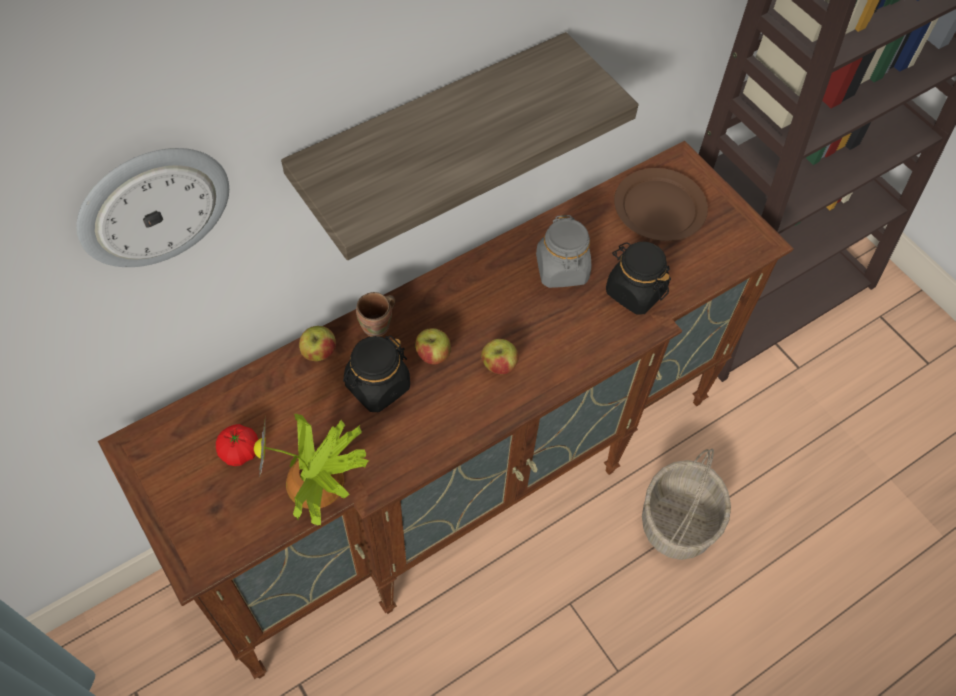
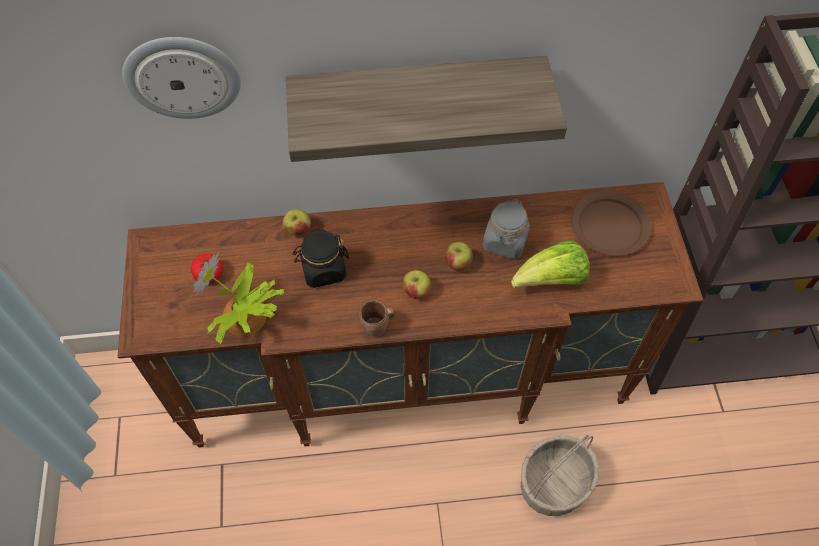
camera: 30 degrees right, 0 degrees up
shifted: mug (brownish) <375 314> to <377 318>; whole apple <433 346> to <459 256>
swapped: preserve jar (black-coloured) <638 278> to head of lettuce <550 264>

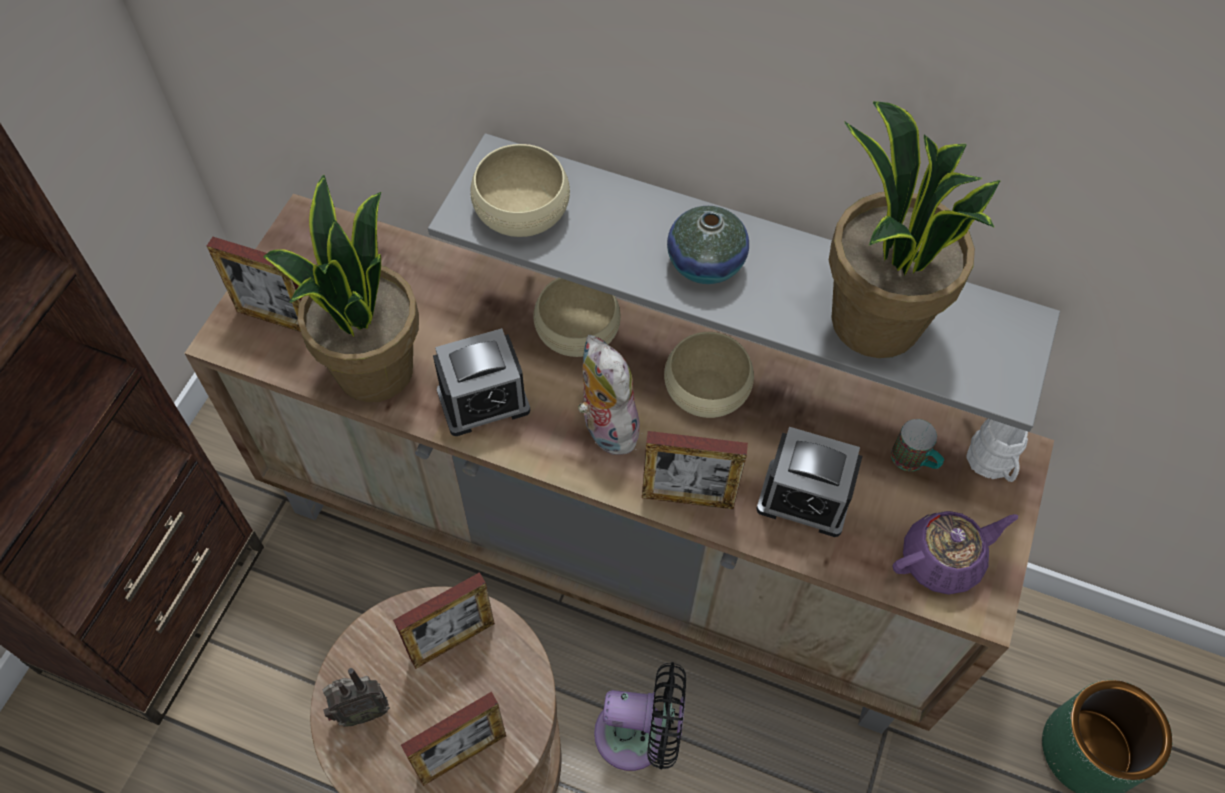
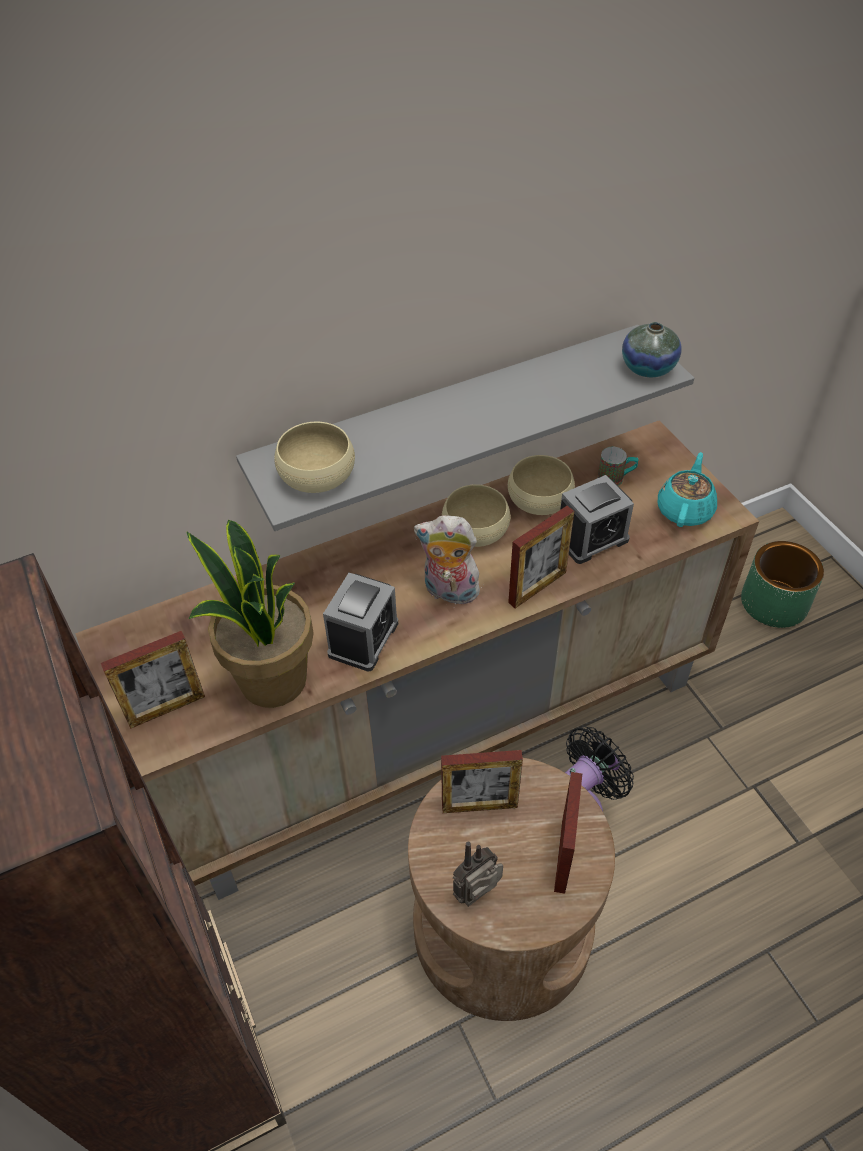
camera: 45 degrees left, 10 degrees down
gone: potted plant <915 229>; mug (white) <997 450>
shifted: bowl (sand-coloured) <577 317> to <541 485>; decorative vase <708 245> to <652 349>
repainted: teapot (purple-coloured) <955 553> to teapot (blue-green) <687 489>
rotated: radio receiver <356 697> = <478 874> 150 degrees counterclockwise; standing frame <444 620> = <482 781> 75 degrees clockwise

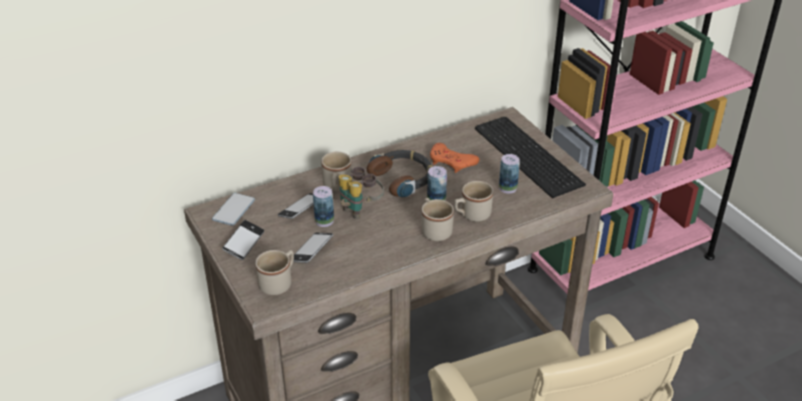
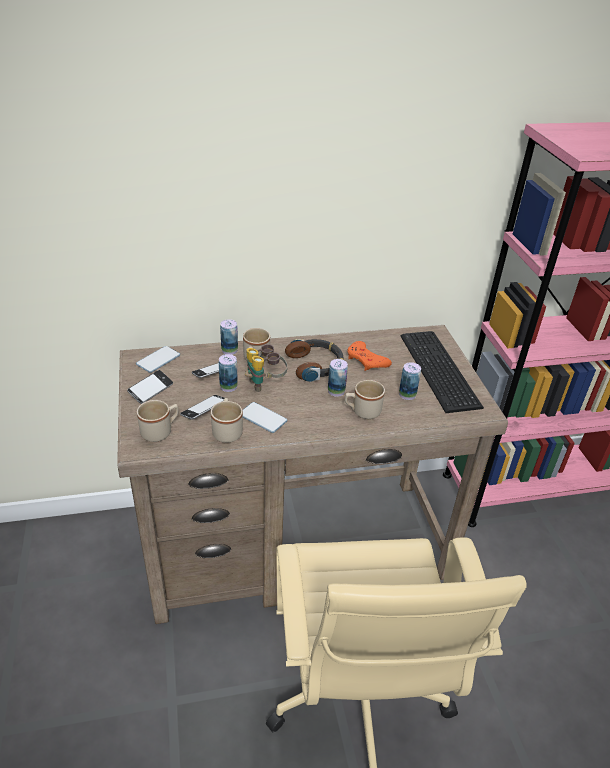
camera: 15 degrees right, 0 degrees up
new: can <229 337>; telephone <264 417>
shifted: mug (sand-coloured) <437 220> to <227 420>

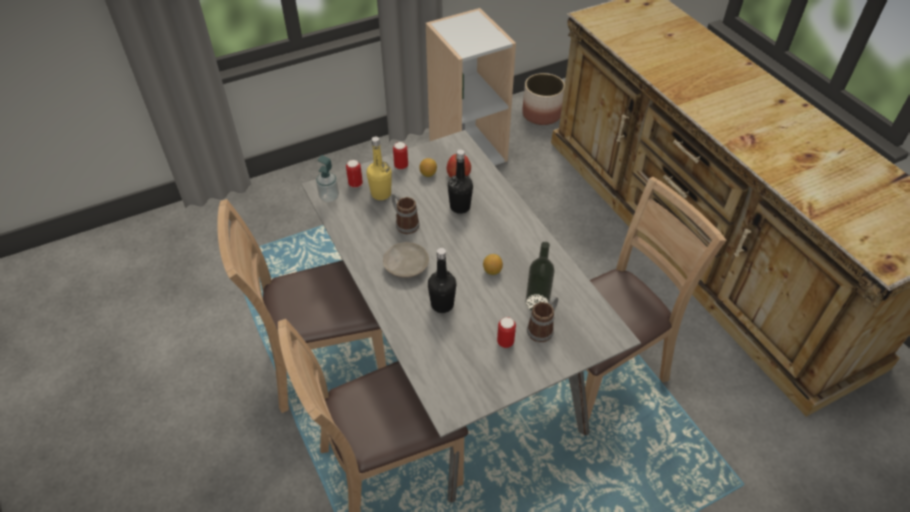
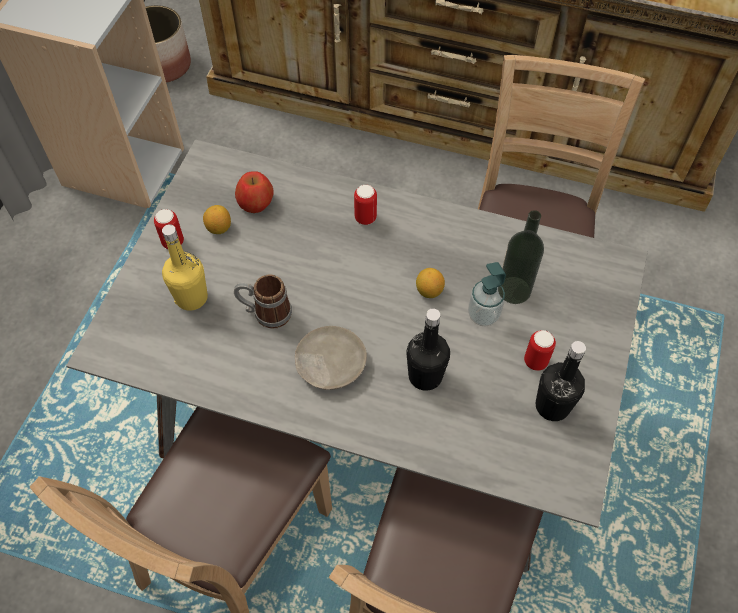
camera: 45 degrees left, 10 degrees up
gone: mug <542 319>
shifted: soap dispenser <327 179> to <487 294>; can <354 174> to <365 205>; drink bottle (black-coloured) <460 182> to <561 381>

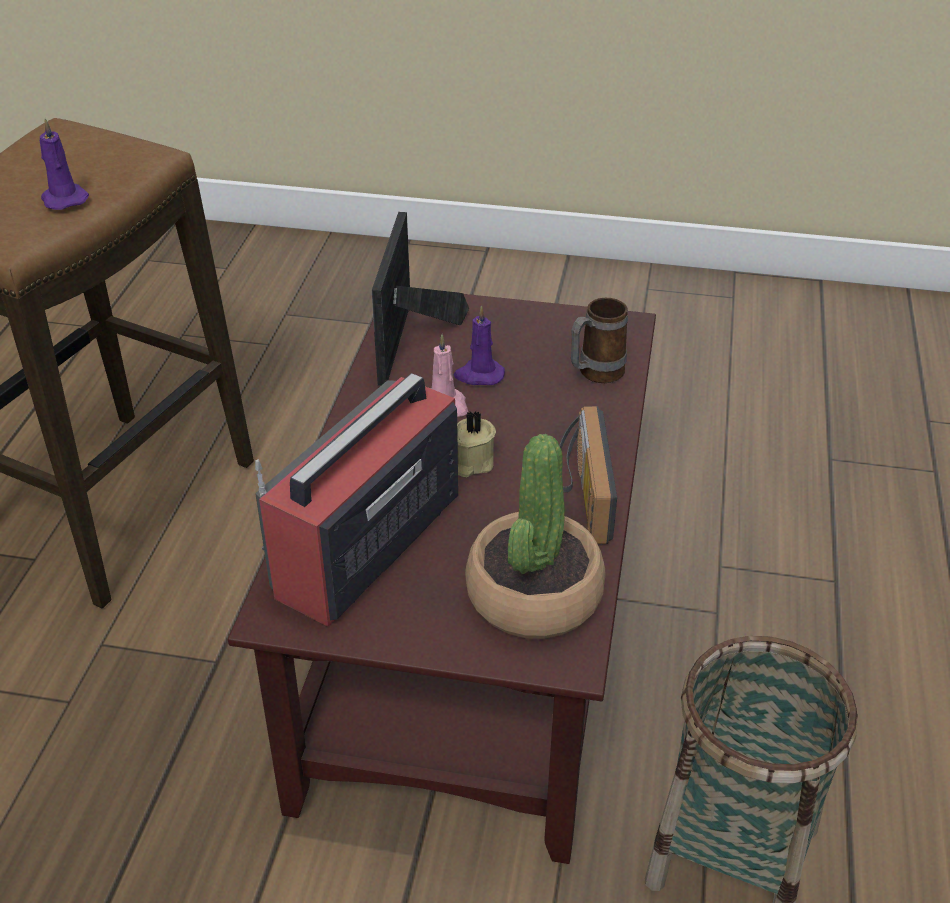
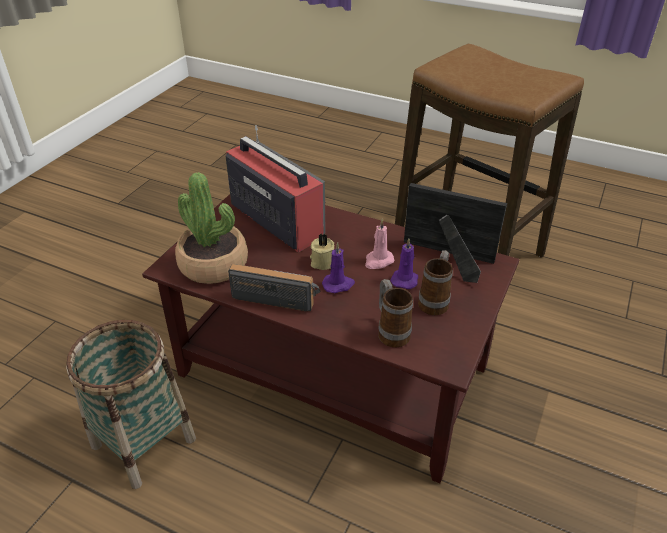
camera: 105 degrees right, 0 degrees up
new: mug <435 282>
shifted: wax light (purple-coloured) <64 164> to <338 267>

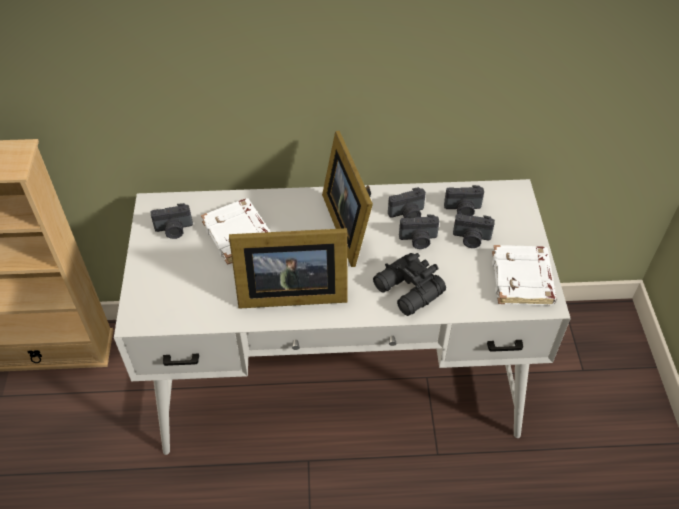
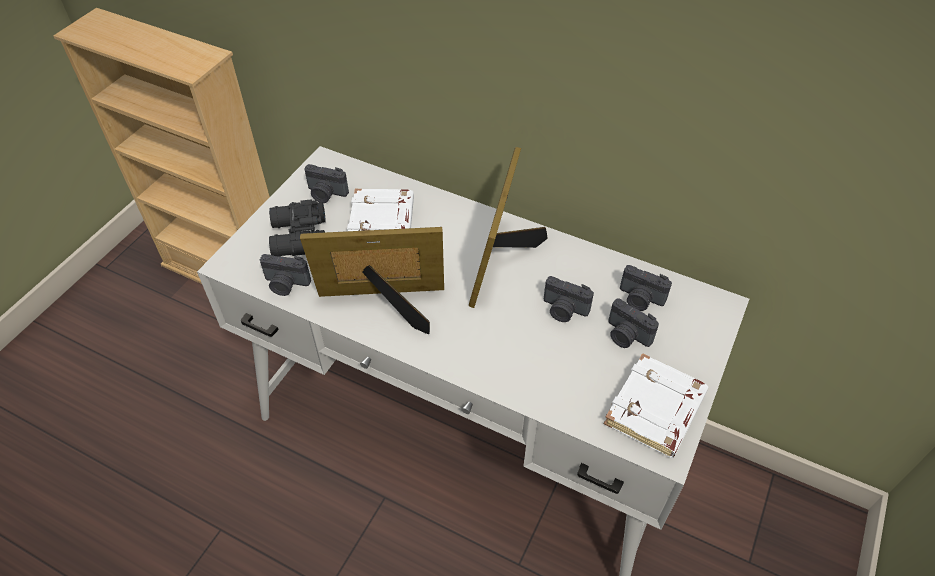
camera: 30 degrees right, 0 degrees up
shifted: pair of binoculars (black-coloured) <409 284> to <297 228>; photo camera <407 202> to <285 275>
rotated: standing frame <288 268> = <372 280> 150 degrees clockwise

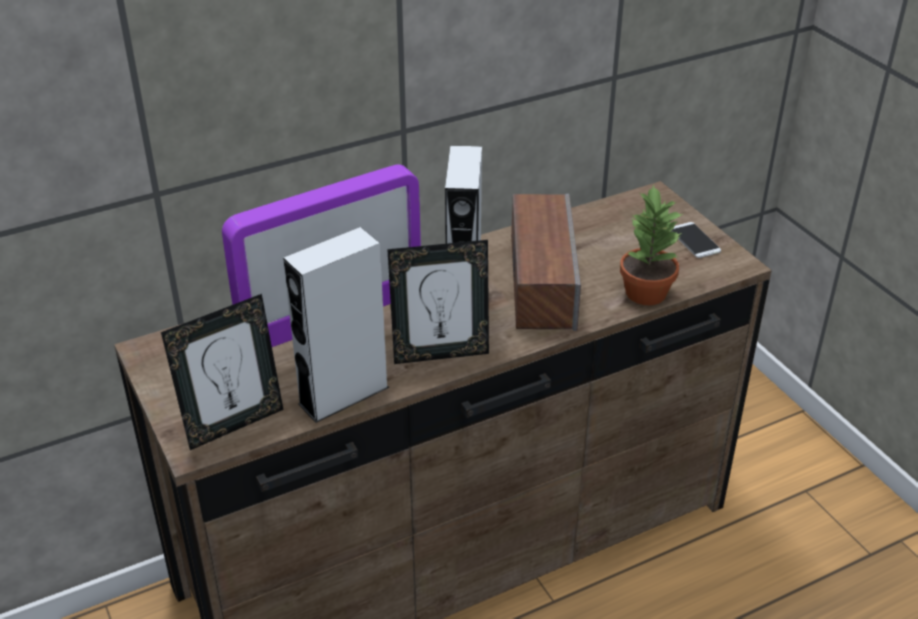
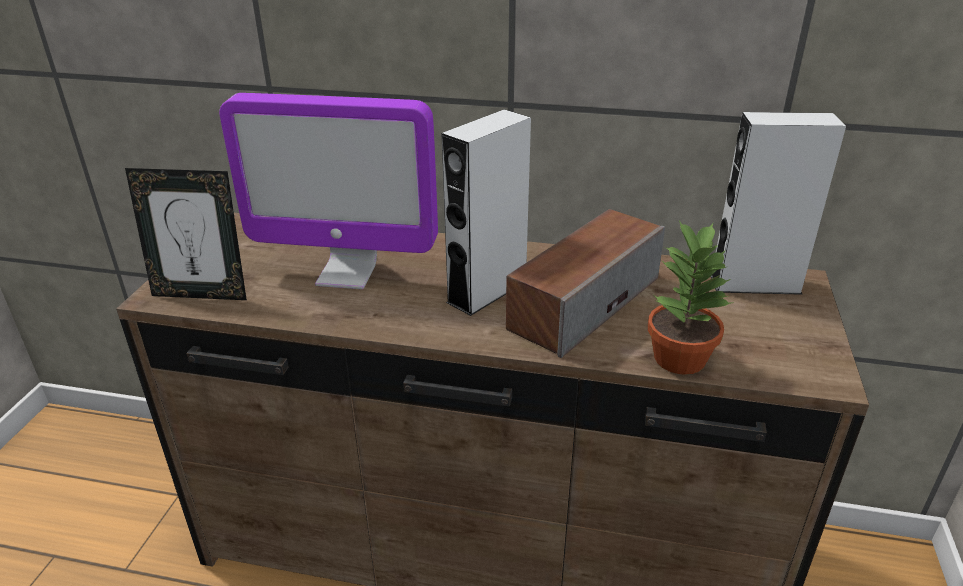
camera: 40 degrees right, 5 degrees down
gone: standing frame <438 302>; telephone <696 240>
shifted: loudspeaker (greyish) <336 325> to <778 203>

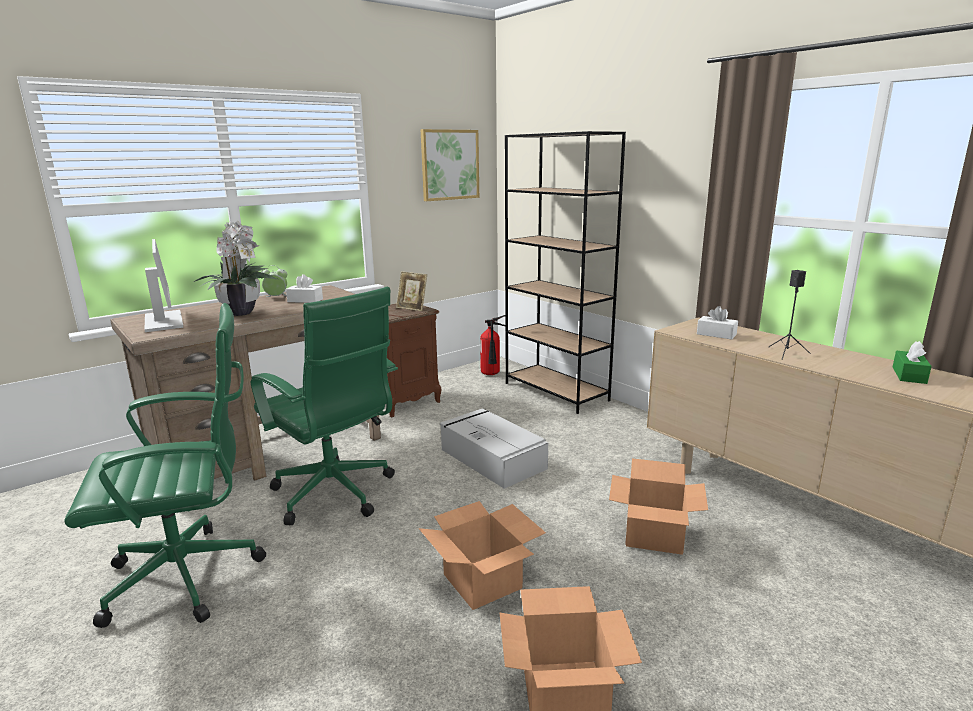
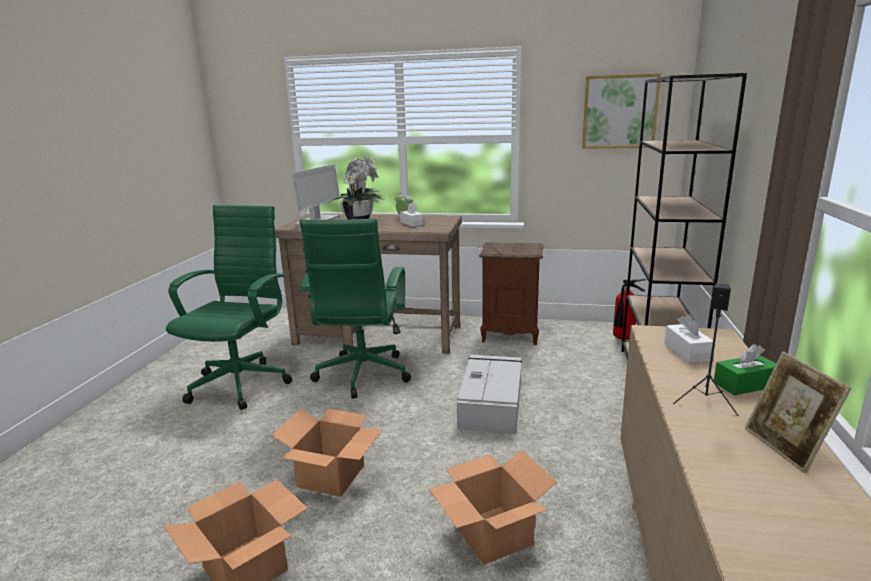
camera: 50 degrees right, 0 degrees up
shifted: standing frame <411 291> to <798 412>; box of tissues (green) <912 362> to <745 369>
rotated: desk chair (green) <165 465> = <229 307> 105 degrees counterclockwise

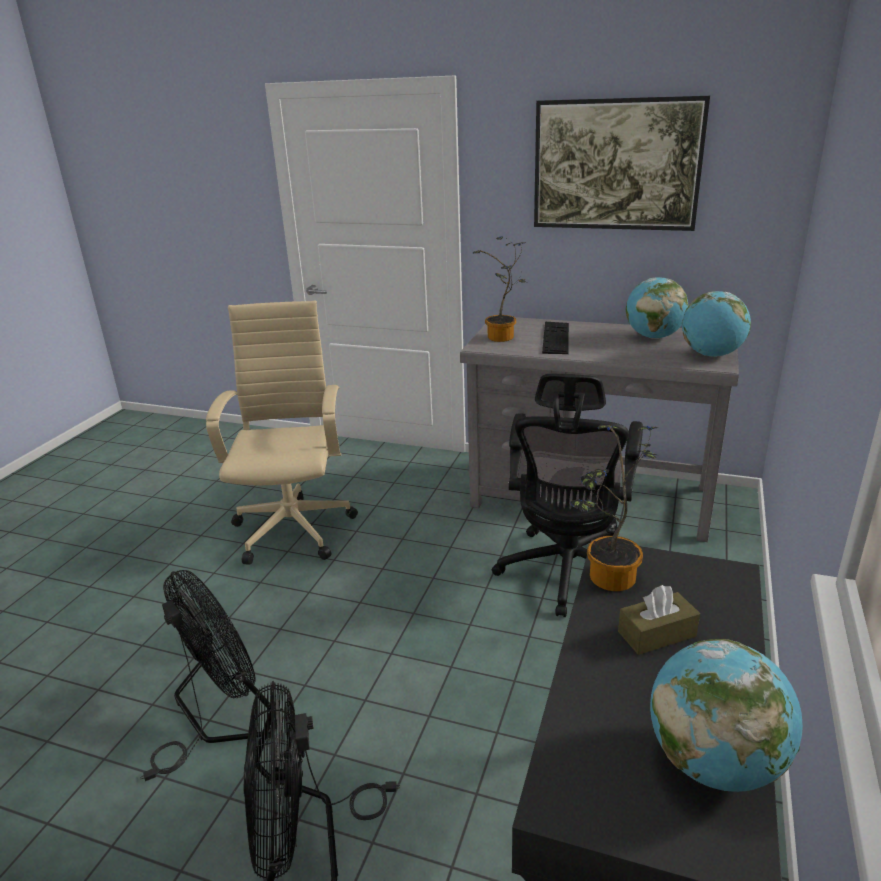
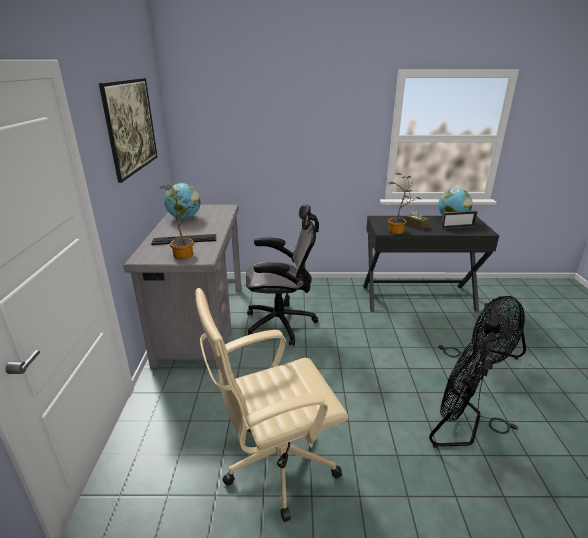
camera: 110 degrees left, 0 degrees up
gone: world globe <716 324>
new: standing frame <459 220>

